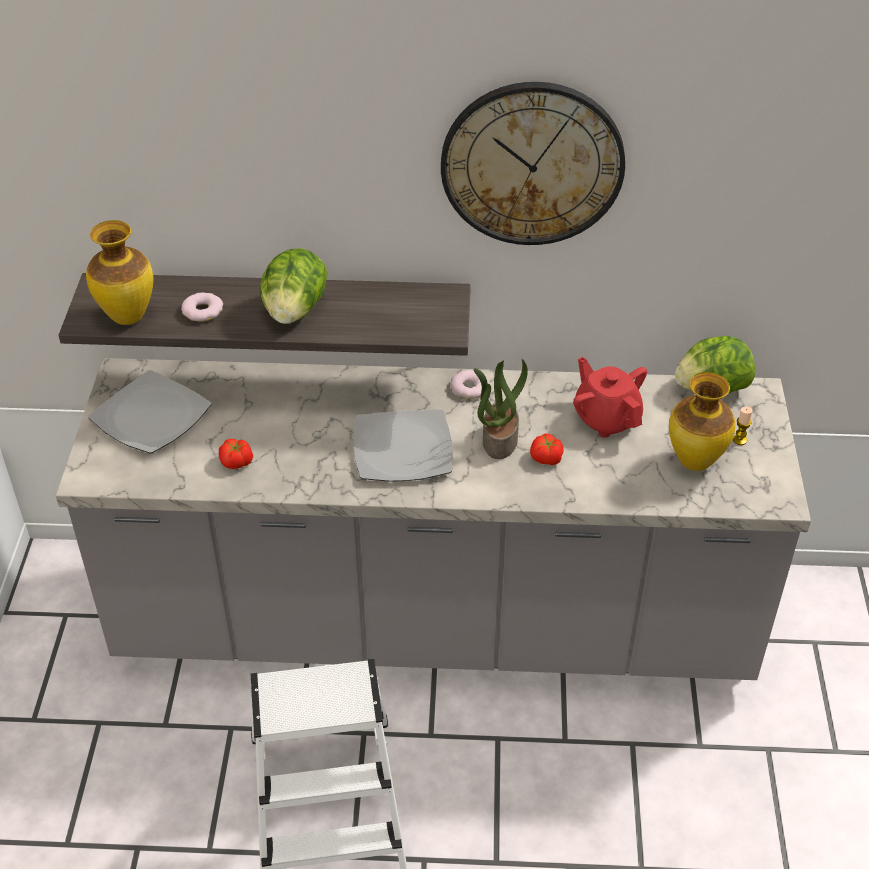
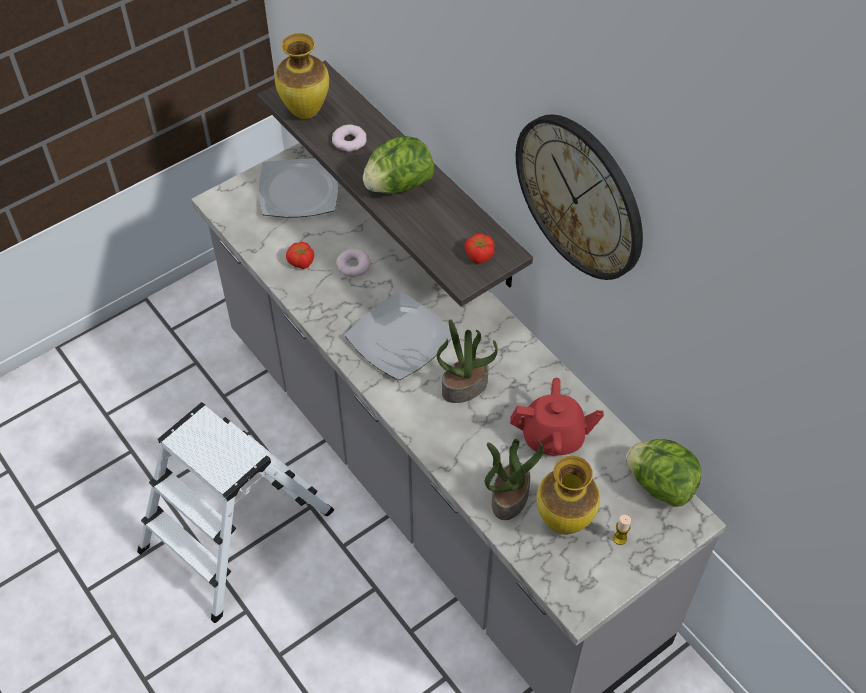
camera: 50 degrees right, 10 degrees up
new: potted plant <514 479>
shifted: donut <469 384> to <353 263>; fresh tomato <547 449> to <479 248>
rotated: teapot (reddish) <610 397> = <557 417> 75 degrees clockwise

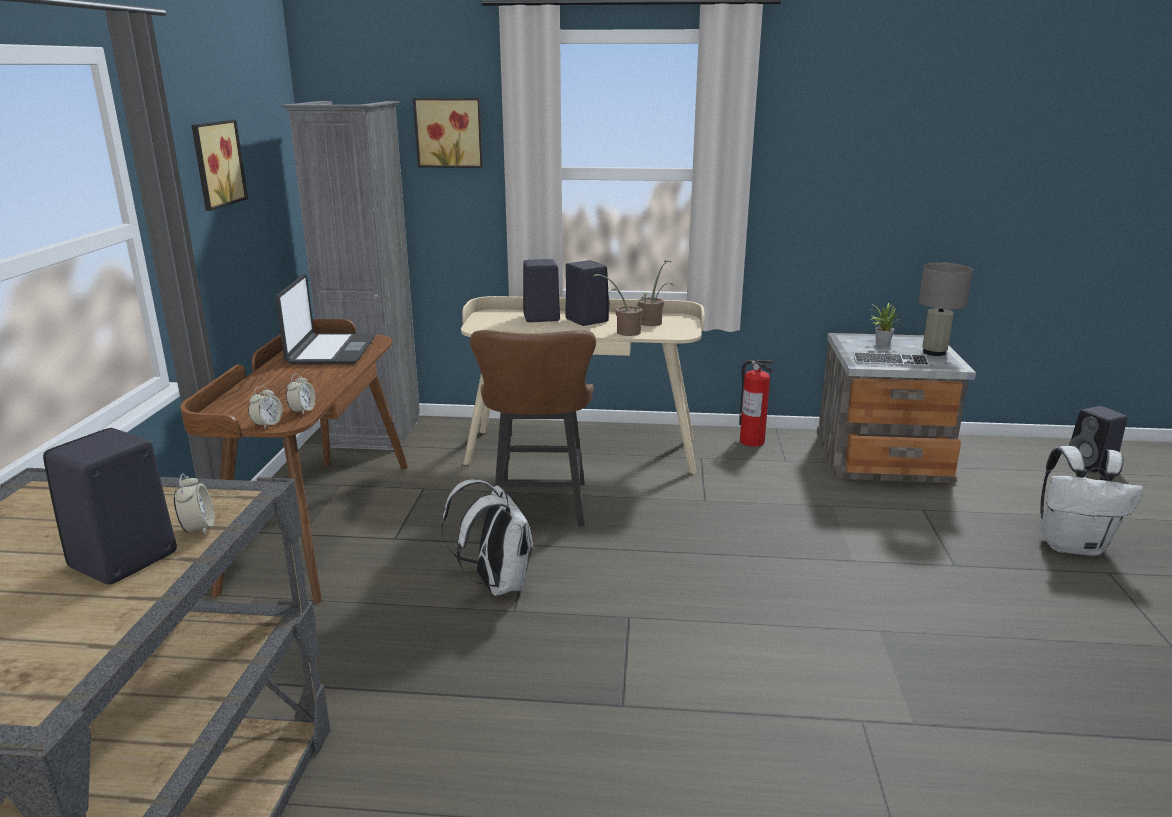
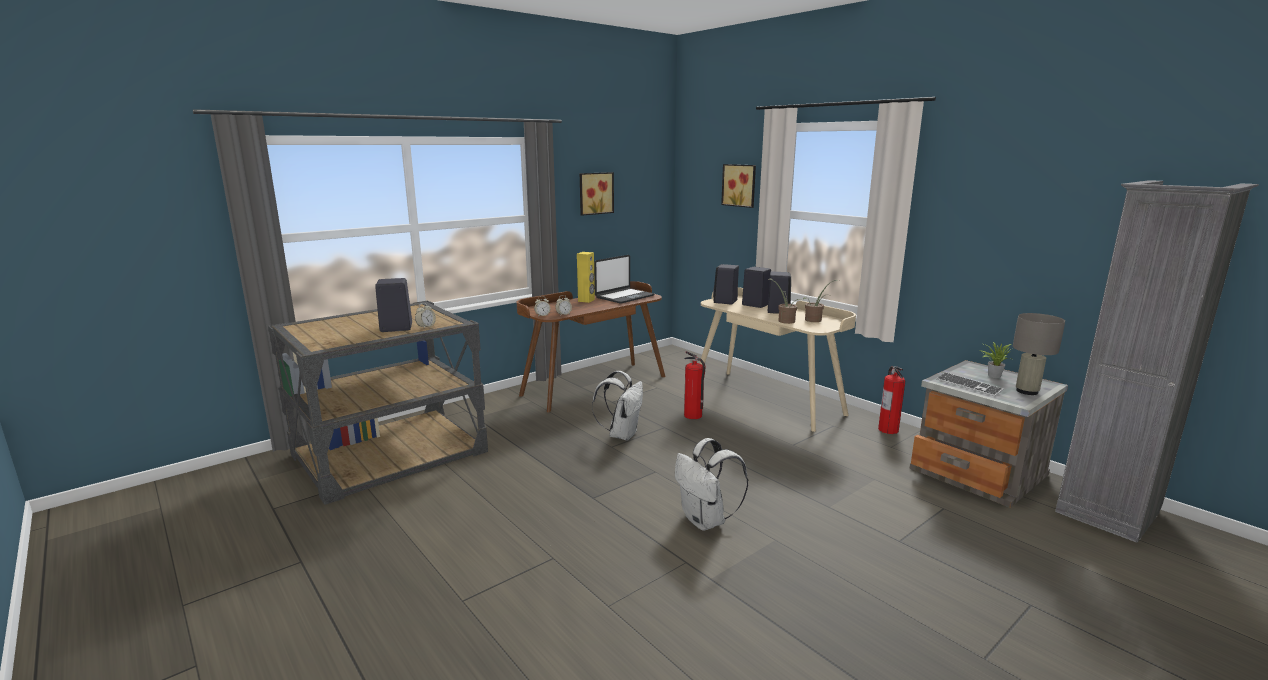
camera: 45 degrees right, 5 degrees down
new: loudspeaker (yellow-coloured) <586 277>
shifted: storage cabinet (greyish) <351 275> to <1157 361>; rucksack (white) <1091 501> to <711 484>; loudspeaker (black-coloured) <1098 439> to <726 284>
swapped: stool seat (brownish) <533 428> to fire extinguisher <695 385>

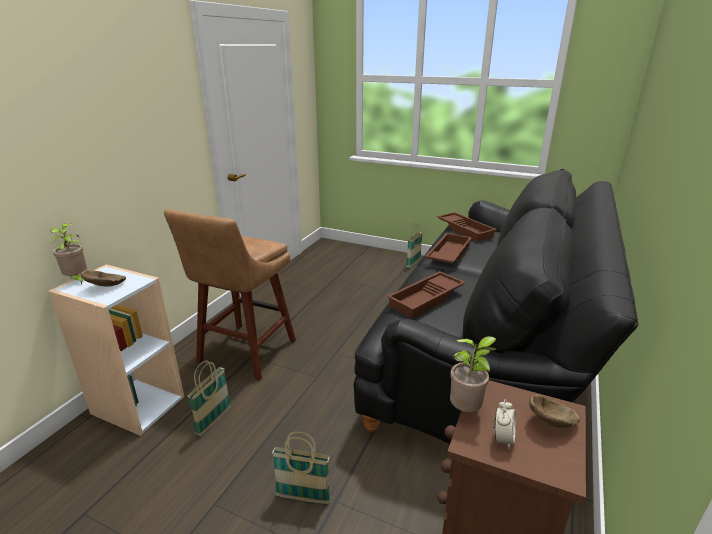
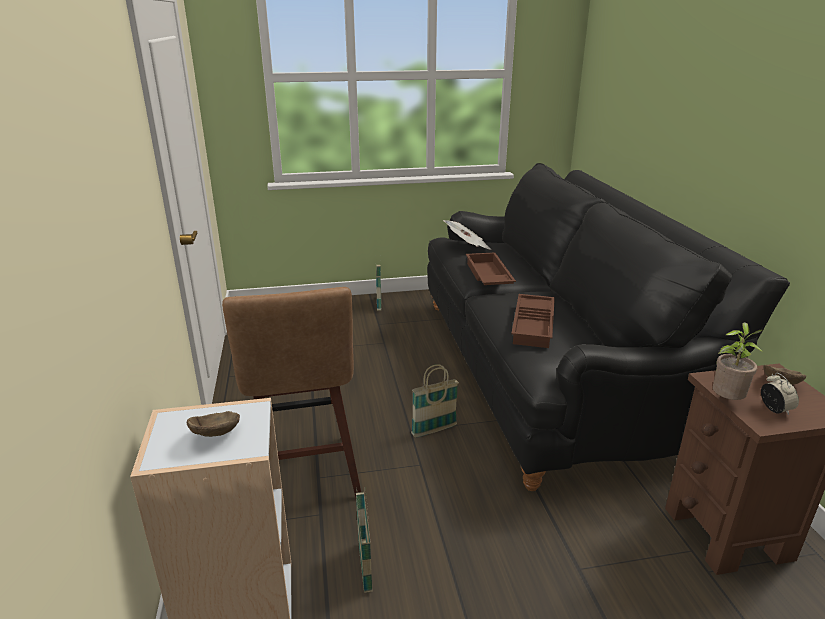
camera: 35 degrees left, 0 degrees up
gone: potted plant <68 254>
shifted: household basket <301 467> to <435 400>
swapped: serving tray (brownish) <467 227> to daily paper <467 235>

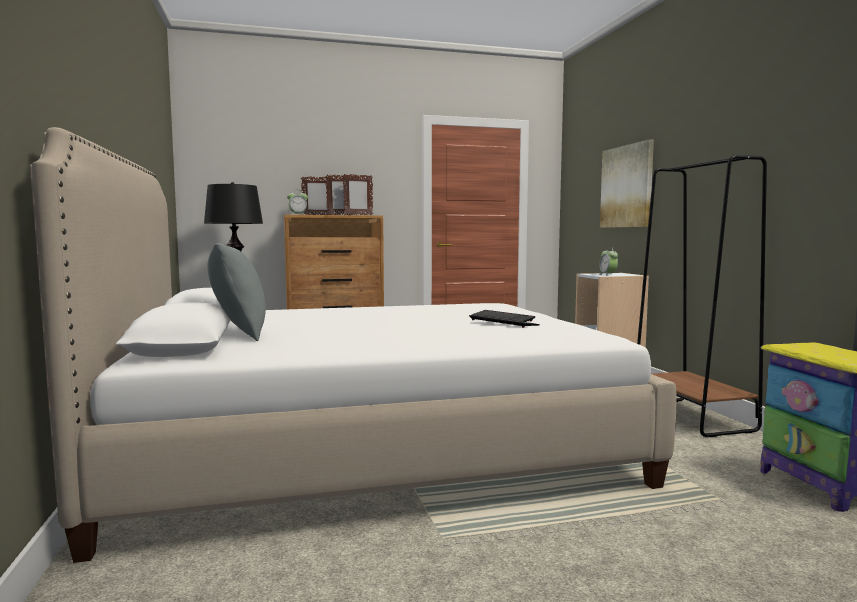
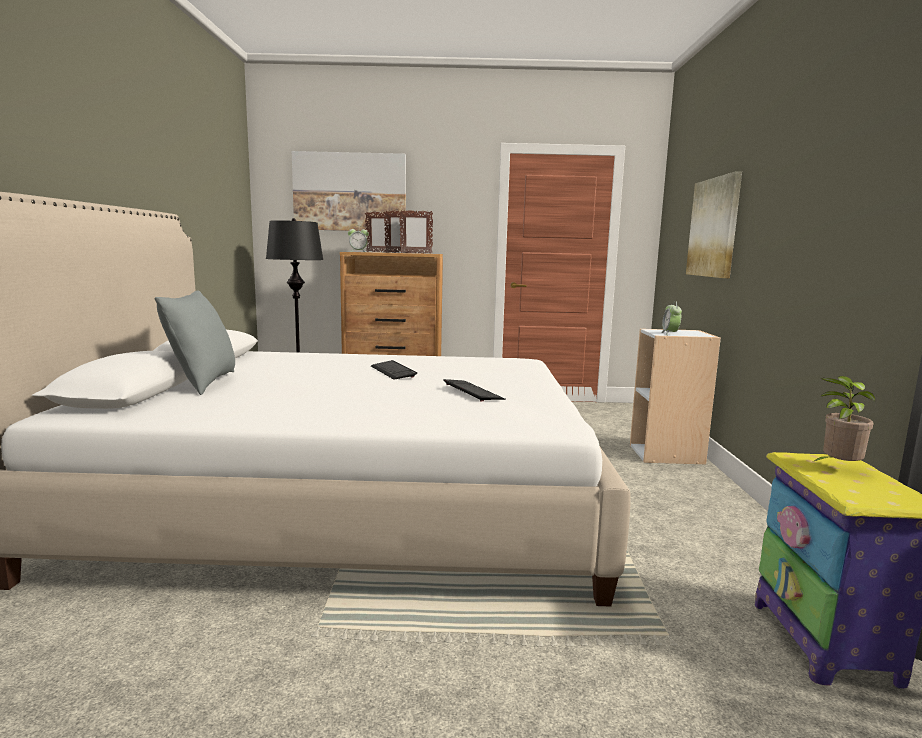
camera: 15 degrees right, 5 degrees up
gone: clothes rack <702 296>
new: wall picture <349 191>; potted plant <843 419>
shifted: PC keyboard <503 316> to <394 370>

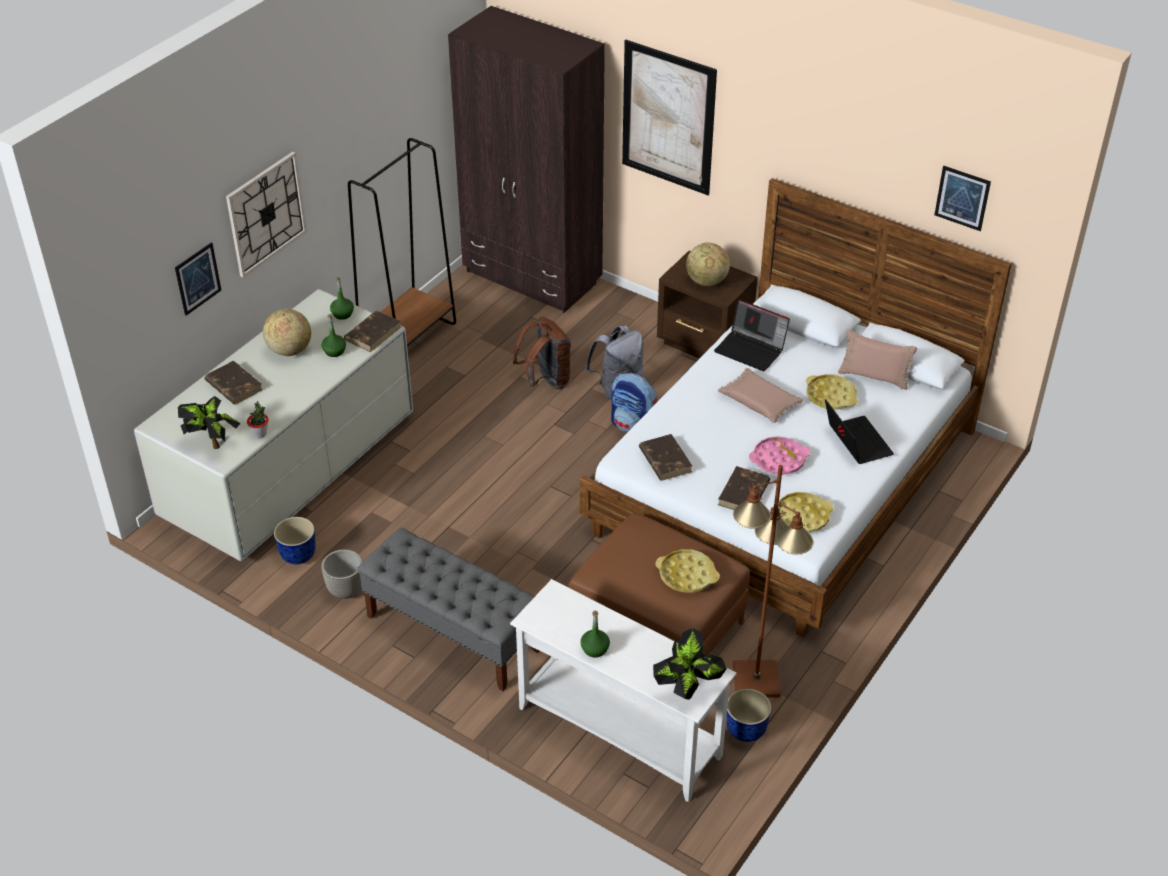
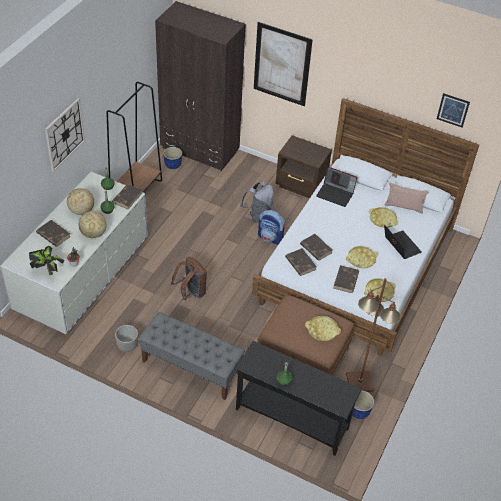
camera: 10 degrees left, 5 degrees up
gone: wall picture <198 279>; potted plant <690 664>; throw pillow (sand-coloured) <760 395>
new: book (brownish) <316 247>
shifted: flower pot <295 540> to <172 158>; rucksack (brownish) <542 353> to <189 278>; world globe <708 264> to <93 224>
repainted: hall table (white) <623 690> to hall table (black-coloured) <298 398>; serving tray (pink-coloured) <779 455> to serving tray (yellow-coloured) <362 257>

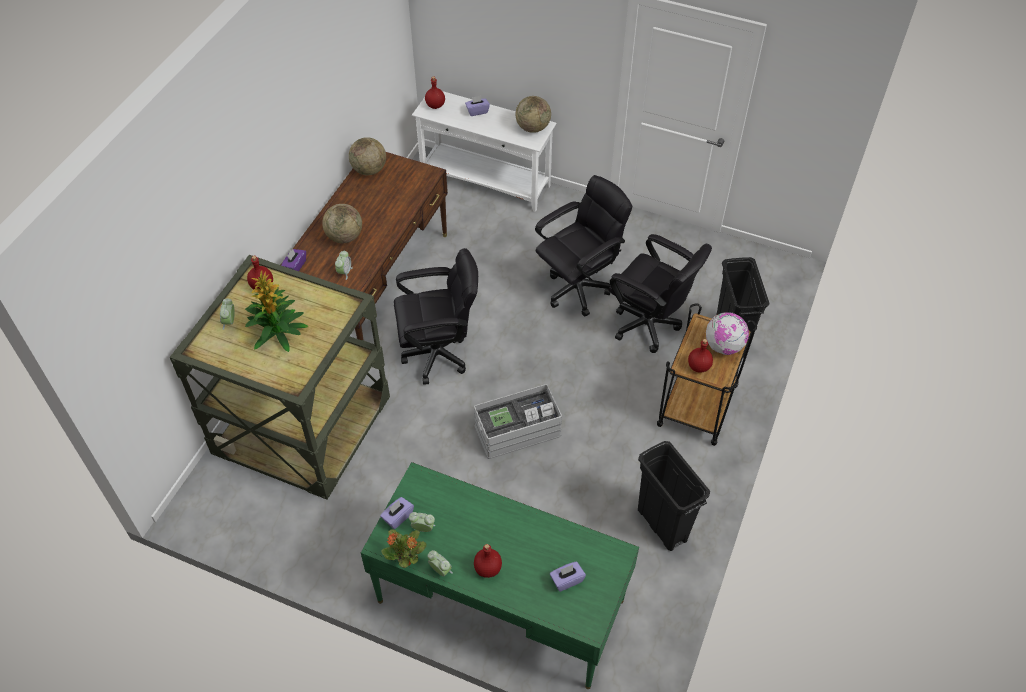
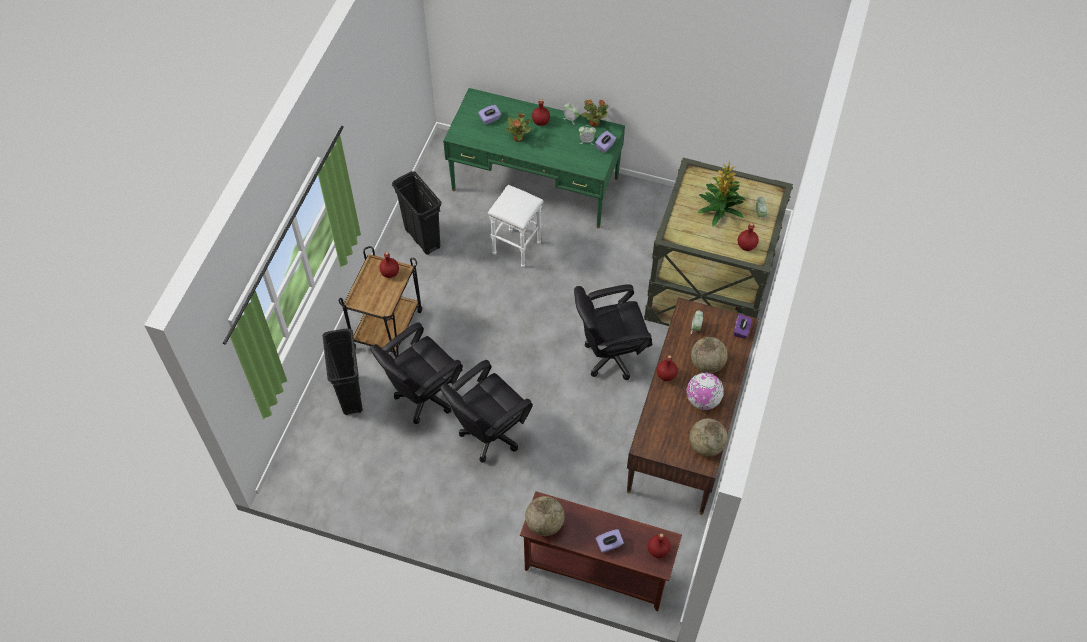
camera: 175 degrees right, 5 degrees up
gone: storage box (greyish) <518 421>
new: stool seat (white) <515 226>; potted plant <518 127>; drink bottle (reddish) <667 368>
shifted: world globe <727 333> to <705 391>
repainted: hall table (white) <484 151> to hall table (brownish) <601 551>
rotated: desk chair (black-coloured) <660 293> = <416 373> 75 degrees counterclockwise

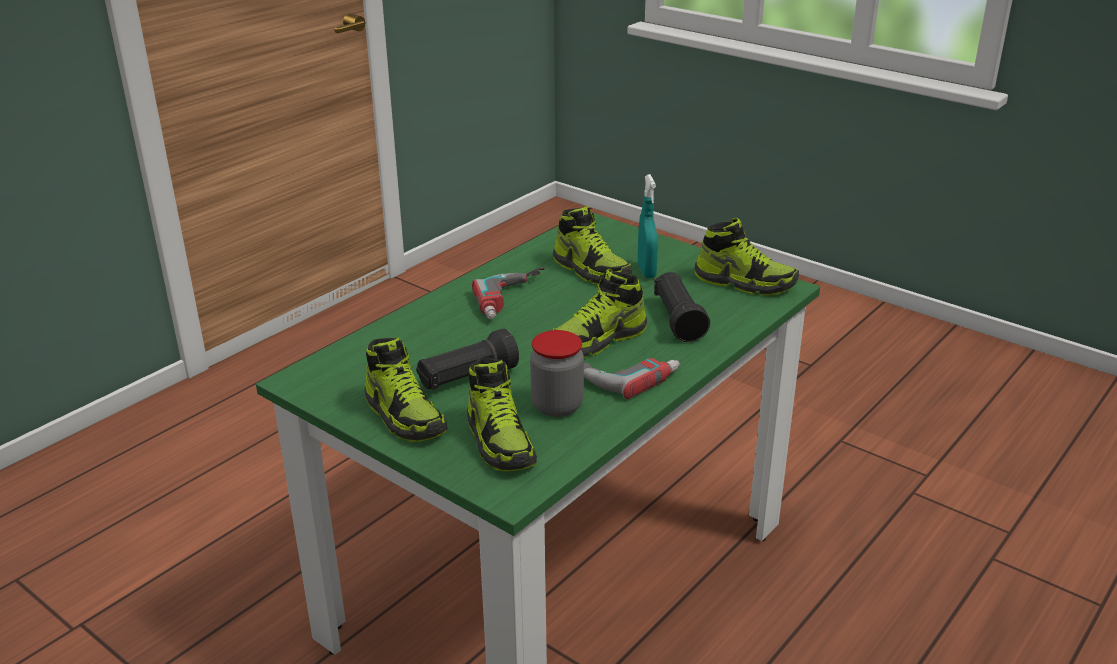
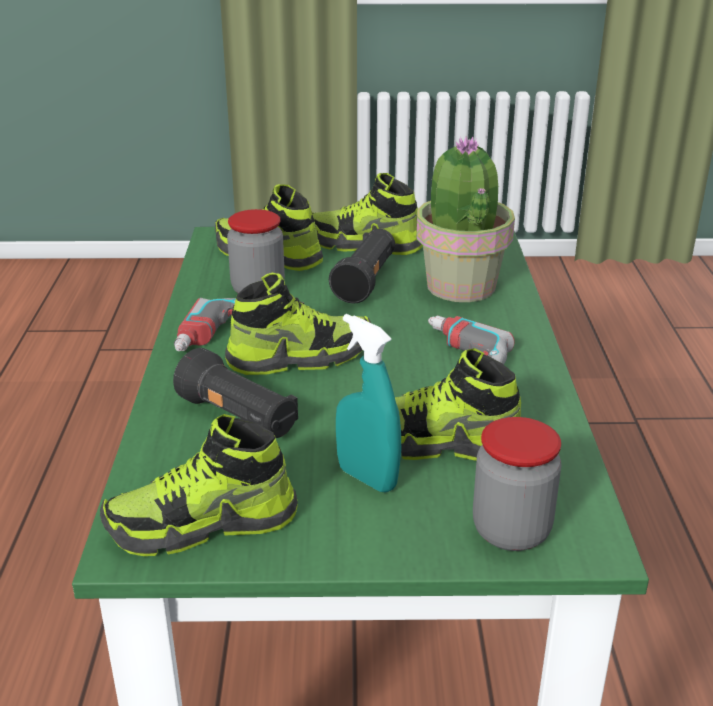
camera: 140 degrees right, 0 degrees up
new: potted plant <465 219>; preserve jar <517 484>
rotated: shoe <600 313> = <298 324> 60 degrees clockwise

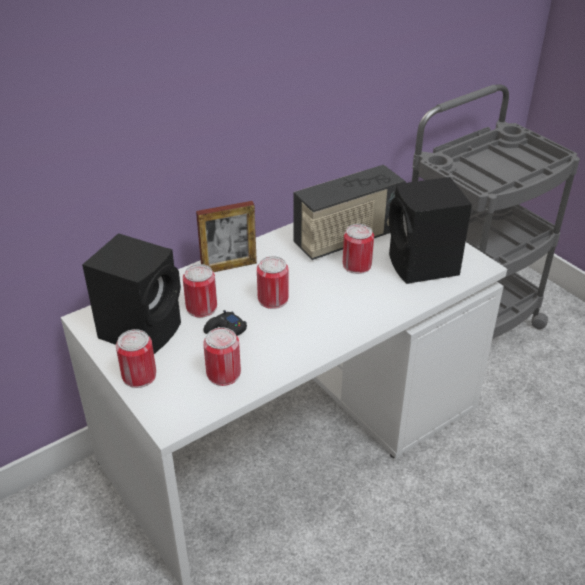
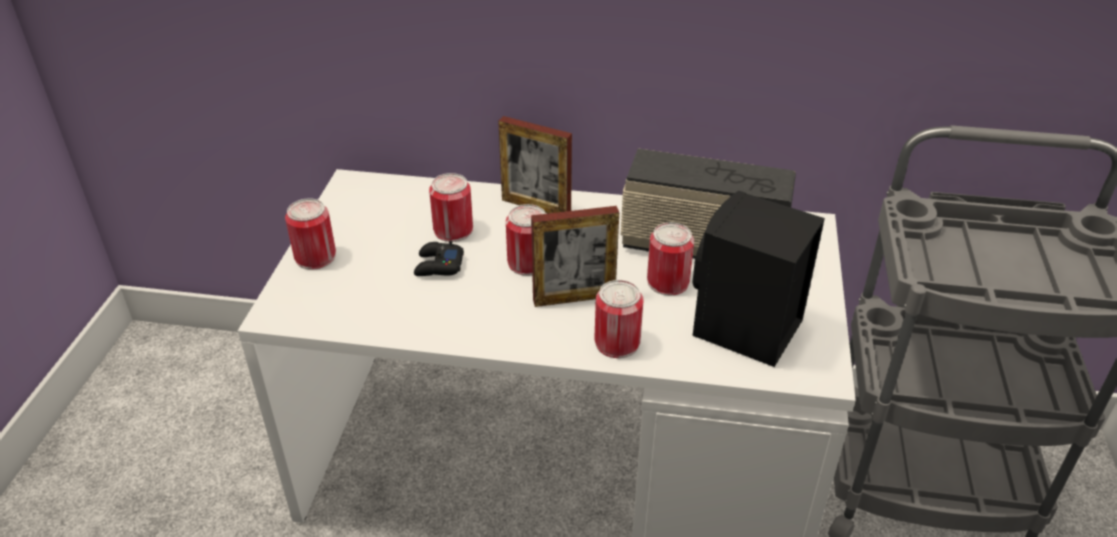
camera: 45 degrees right, 0 degrees up
gone: loudspeaker (black-coloured) <131 293>
new: standing frame <575 256>
shifted: can <222 356> to <619 319>

